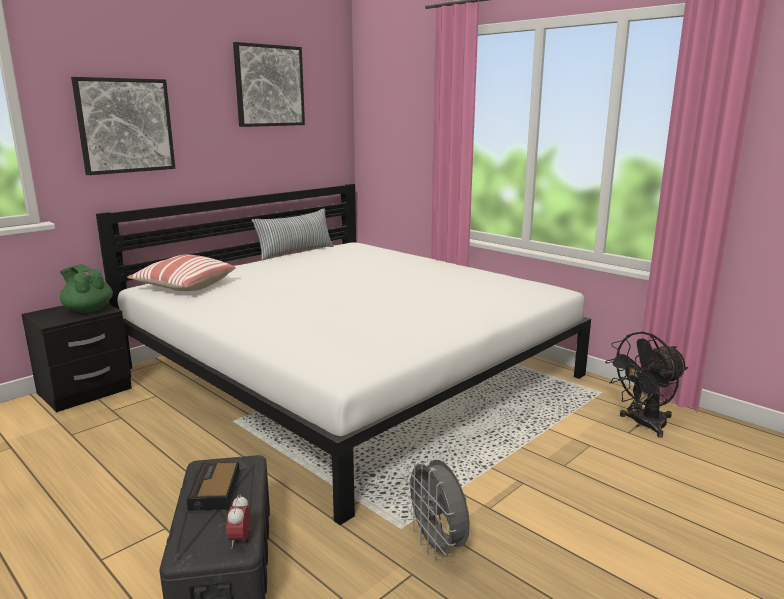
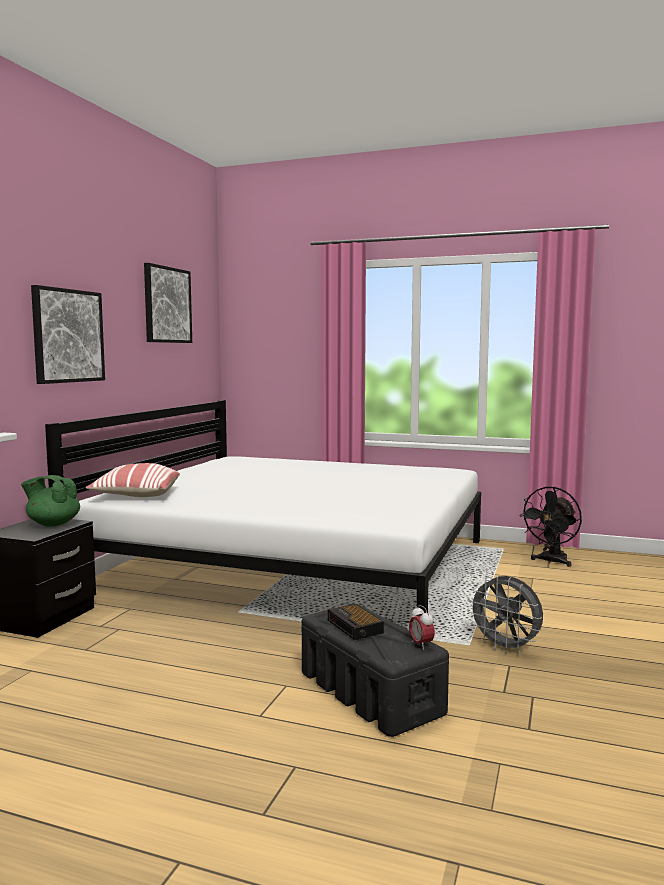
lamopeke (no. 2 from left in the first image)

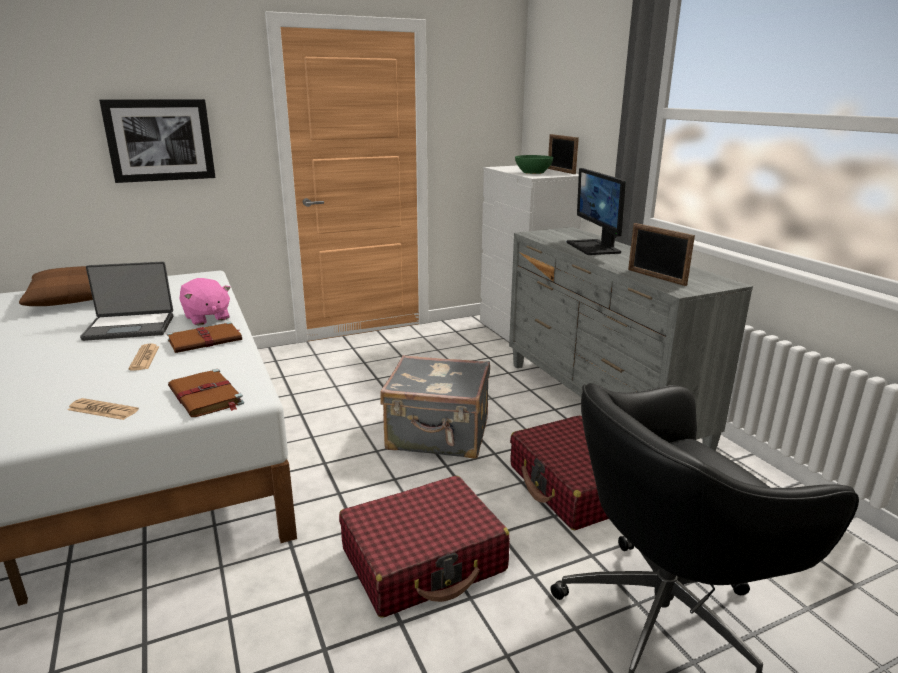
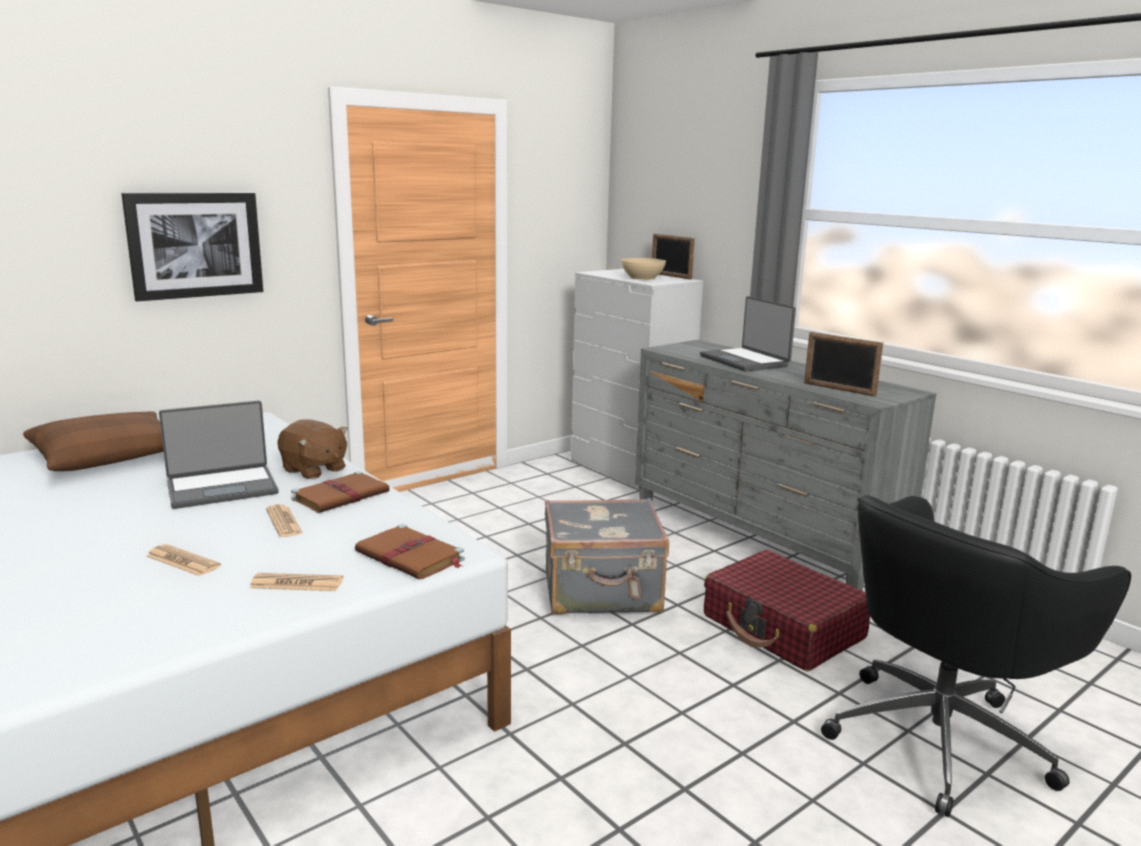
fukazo (no. 1 from left)
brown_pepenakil
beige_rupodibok
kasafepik (no. 2 from left)
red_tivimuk (no. 1 from left in the first image)

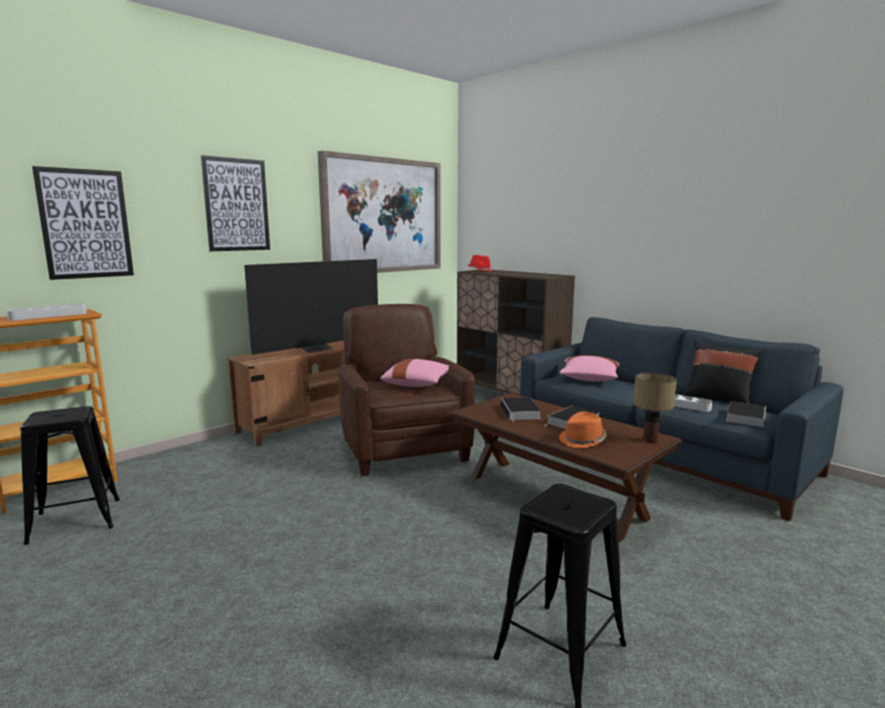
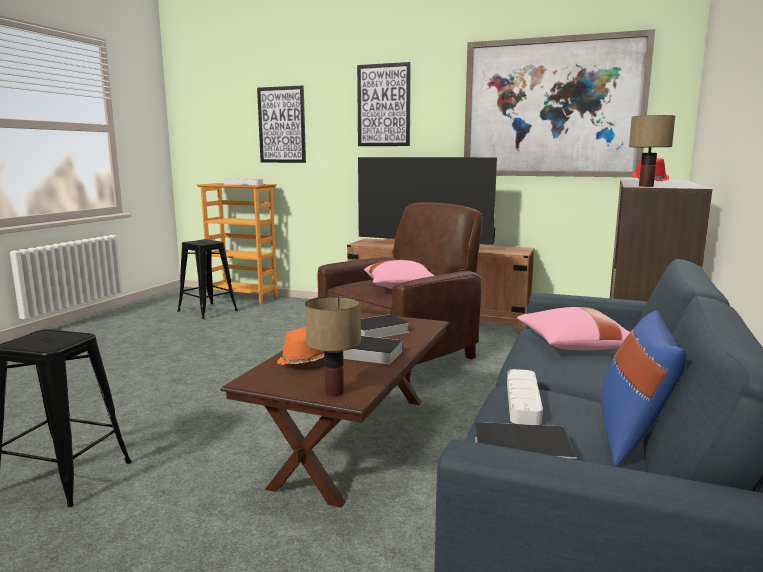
blue_lamopeke
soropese (no. 2 from left)

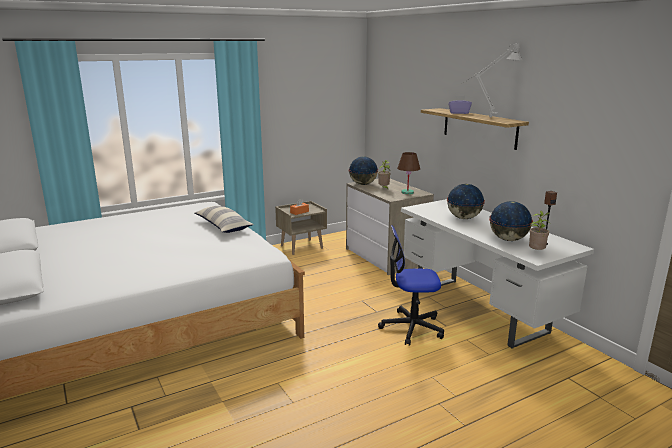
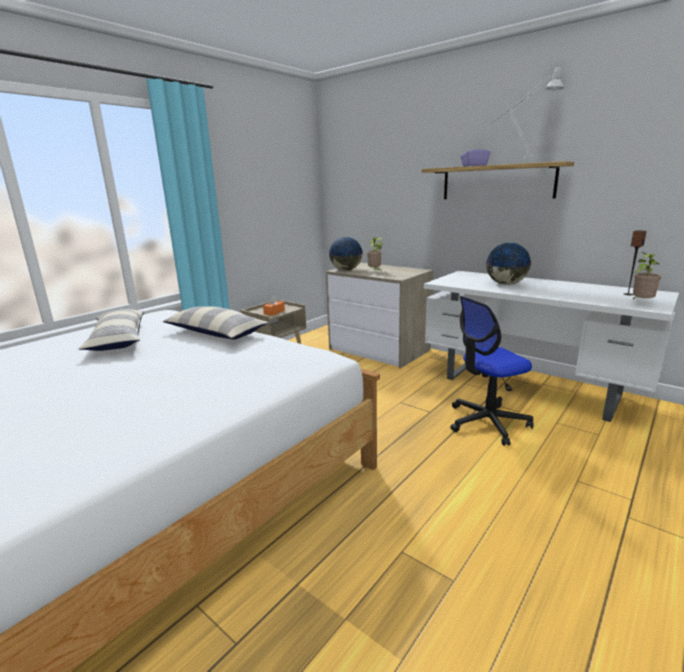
lamopeke (no. 1 from left)
brown_soropese
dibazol (no. 3 from left in the first image)

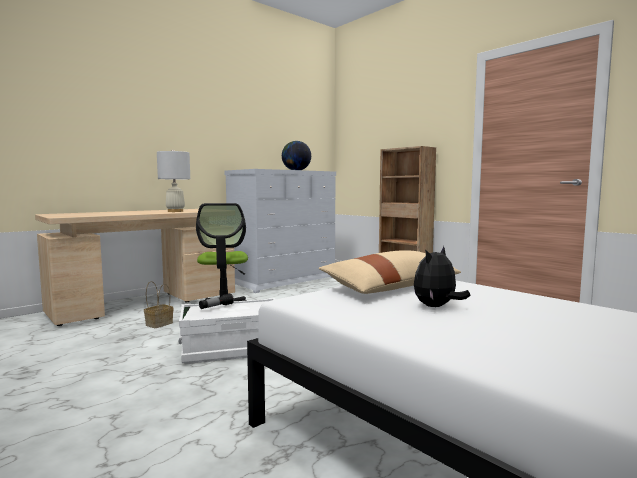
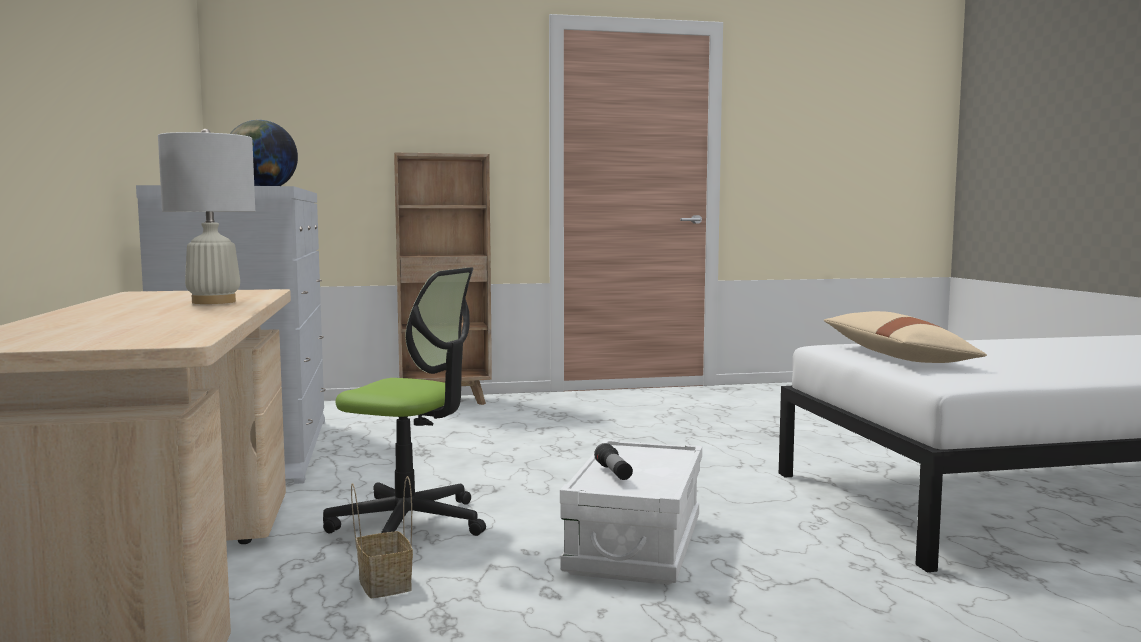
pepenakil

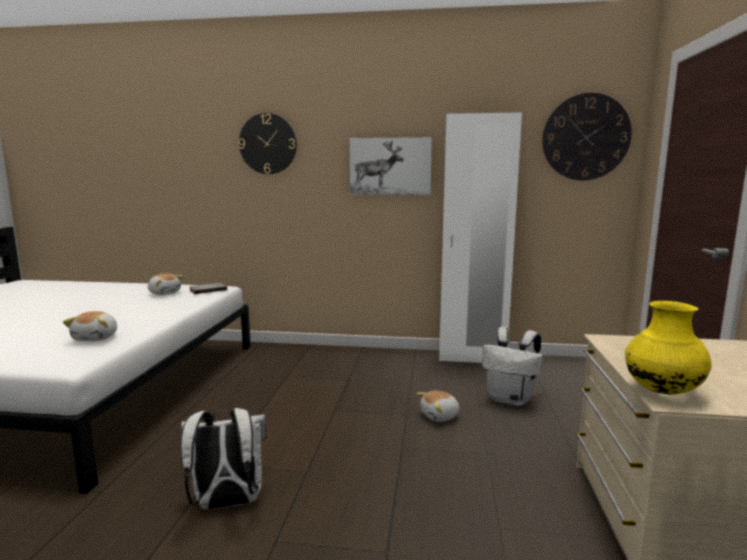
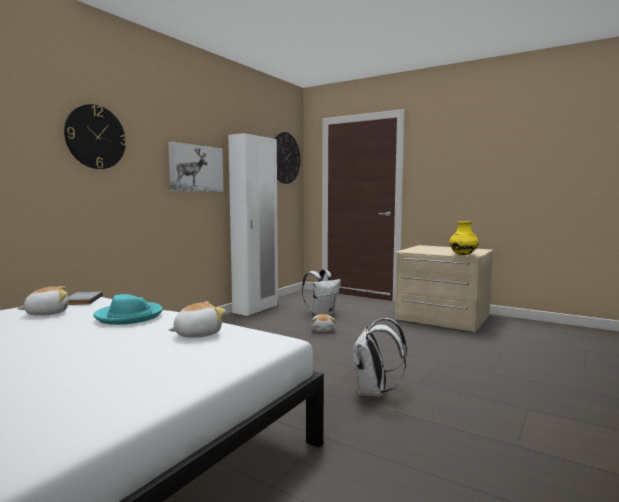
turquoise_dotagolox
pepenakil (no. 2 from left)

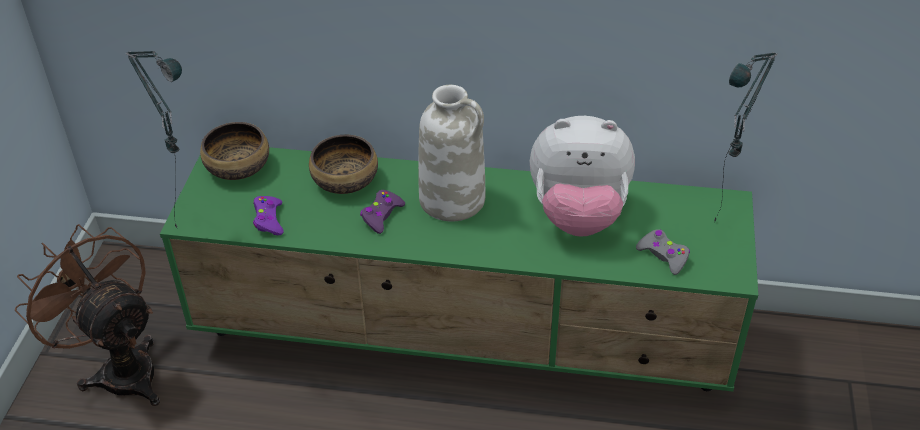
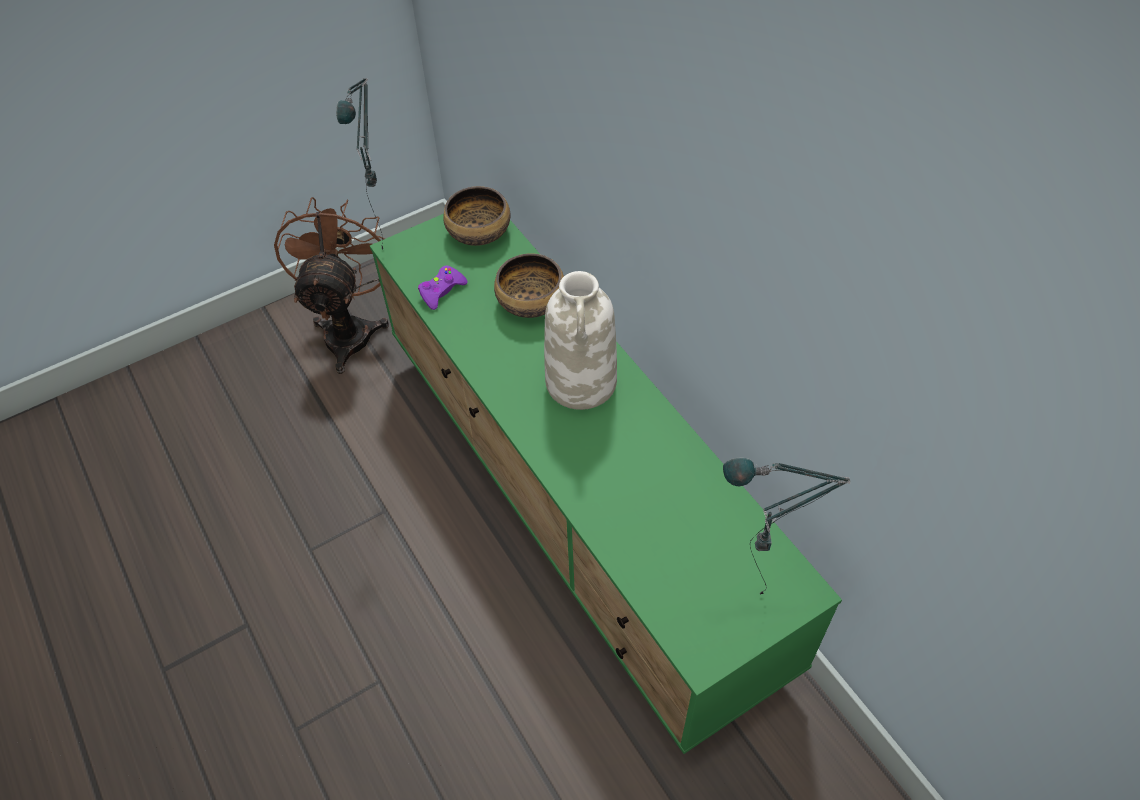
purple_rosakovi (no. 2 from left in the first image)
pepenakil
grey_rosakovi

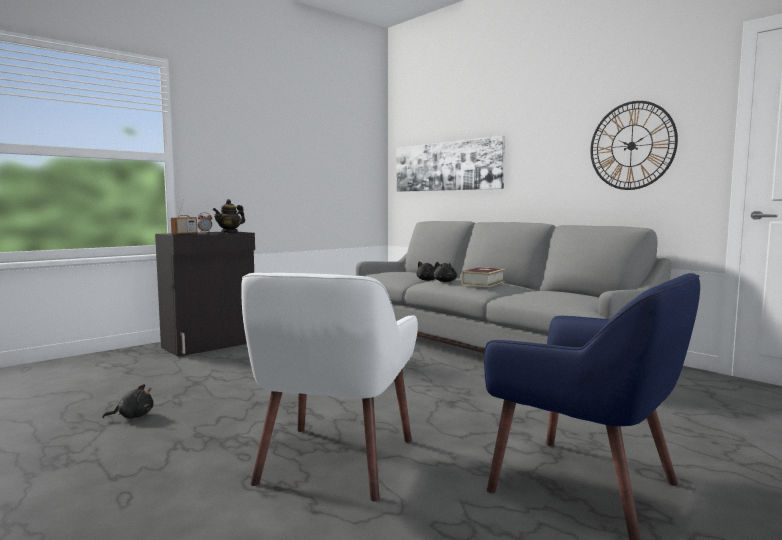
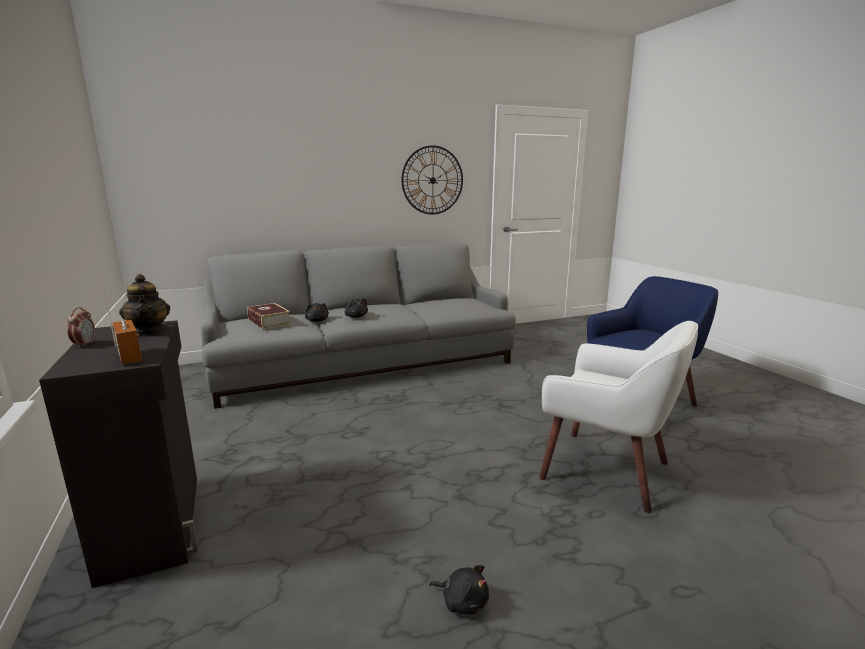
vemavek
black_pepenakil (no. 3 from left)
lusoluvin

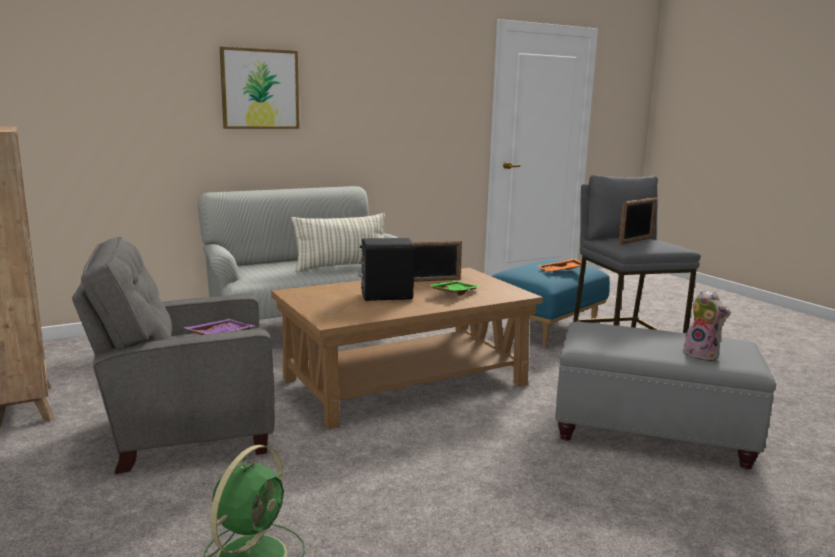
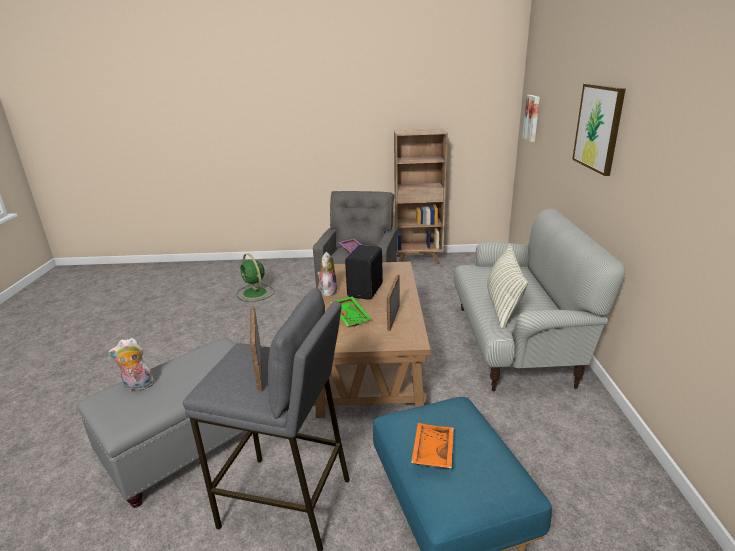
pepenakil (no. 2 from left)
lusoluvin (no. 1 from left)

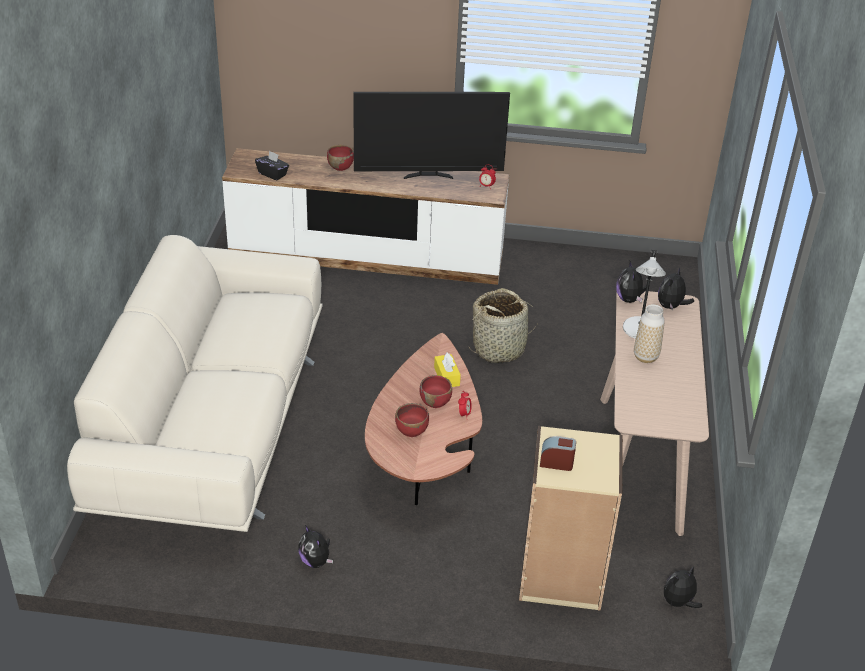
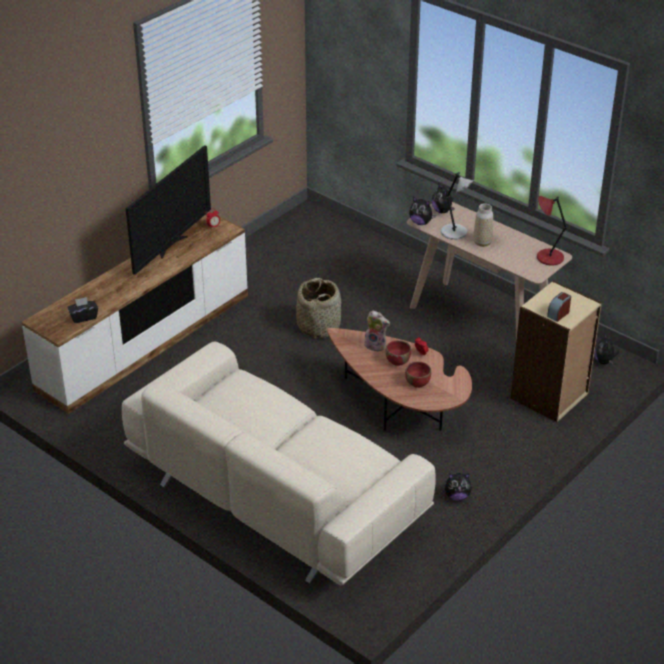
pepenakil (no. 1 from left)
red_soropese
red_rupodibok (no. 1 from left in the first image)

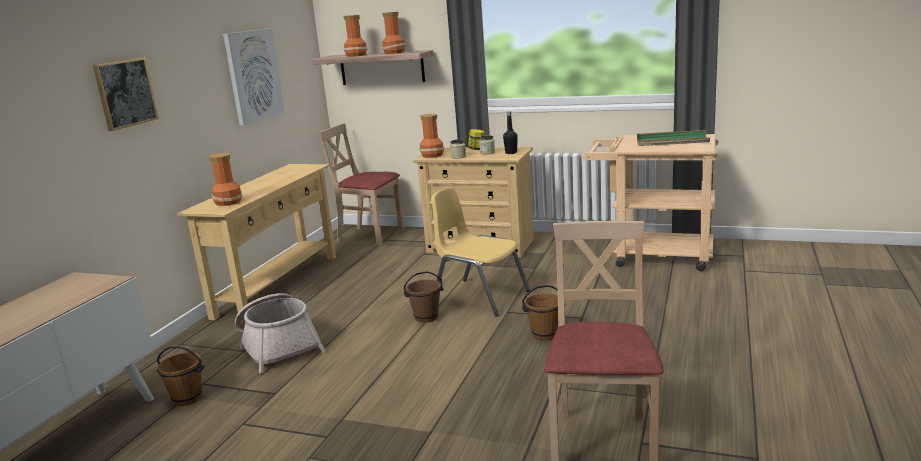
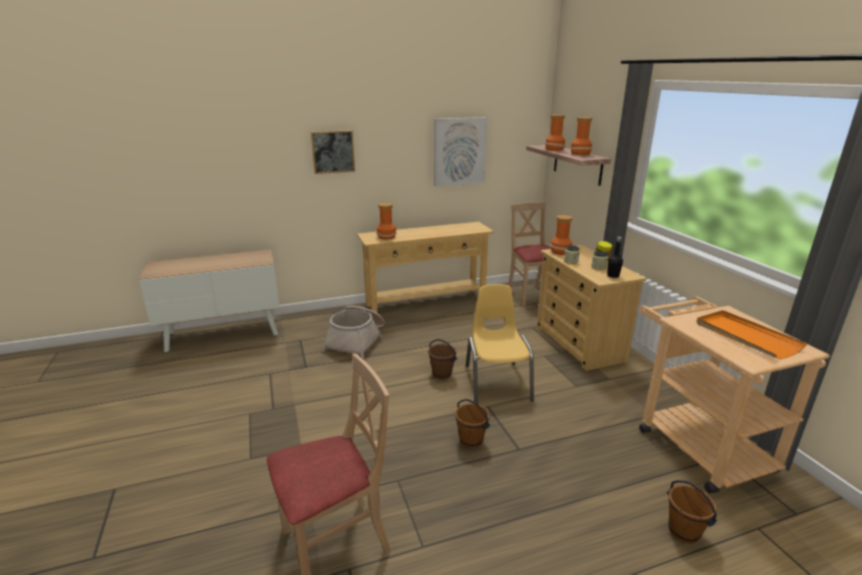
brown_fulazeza (no. 3 from left)
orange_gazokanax

